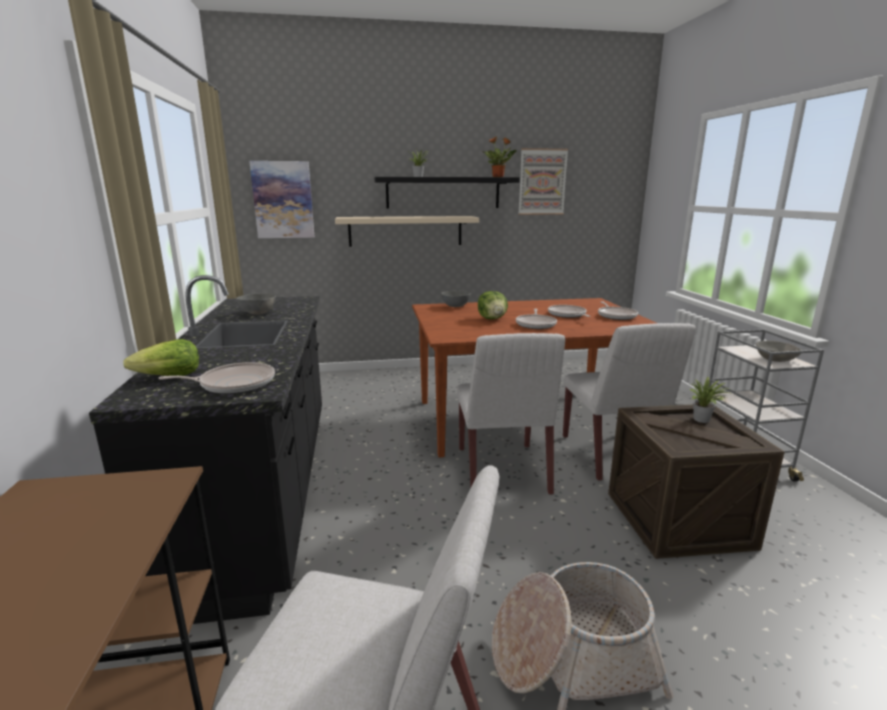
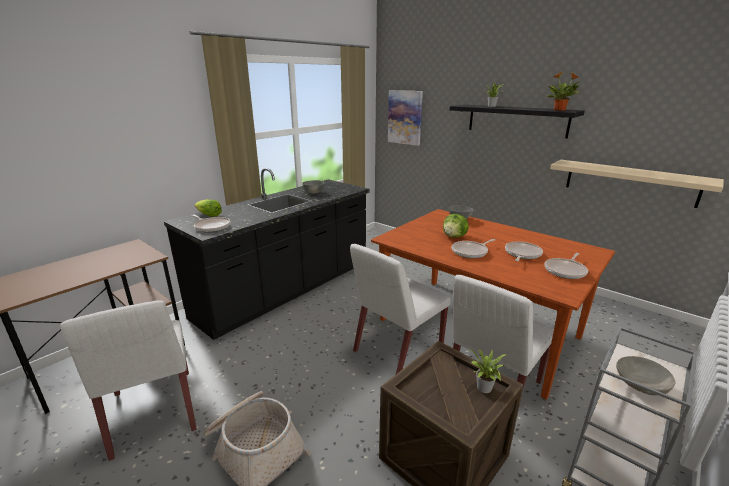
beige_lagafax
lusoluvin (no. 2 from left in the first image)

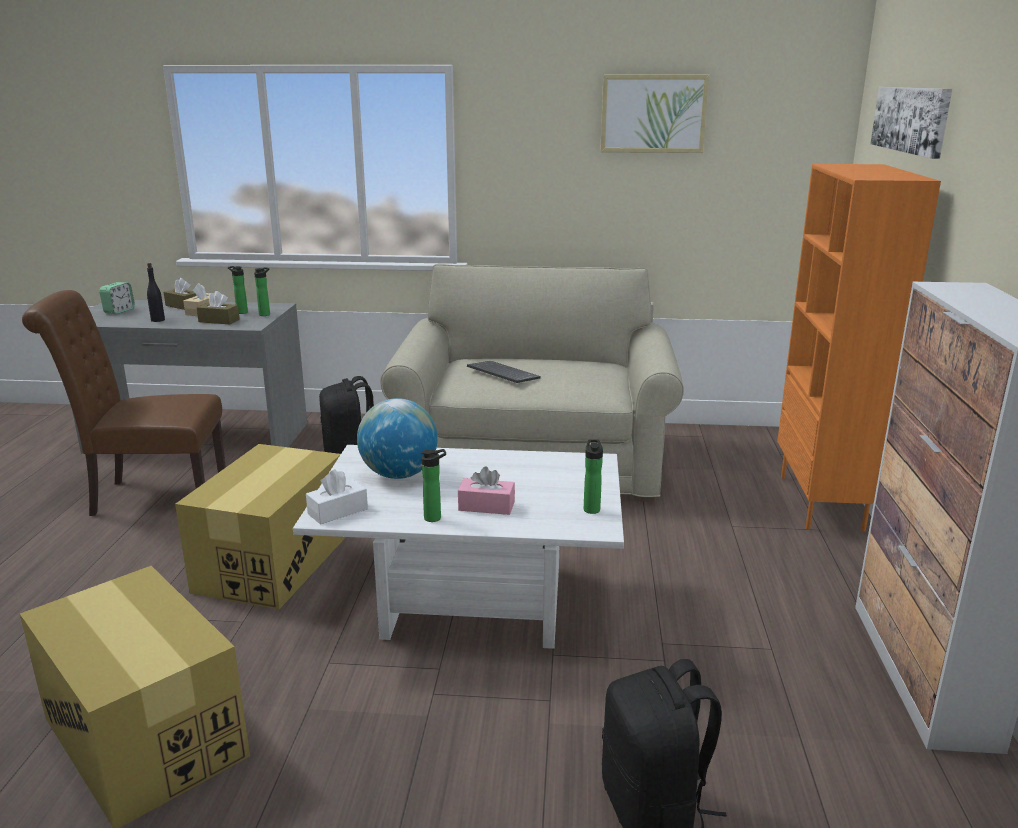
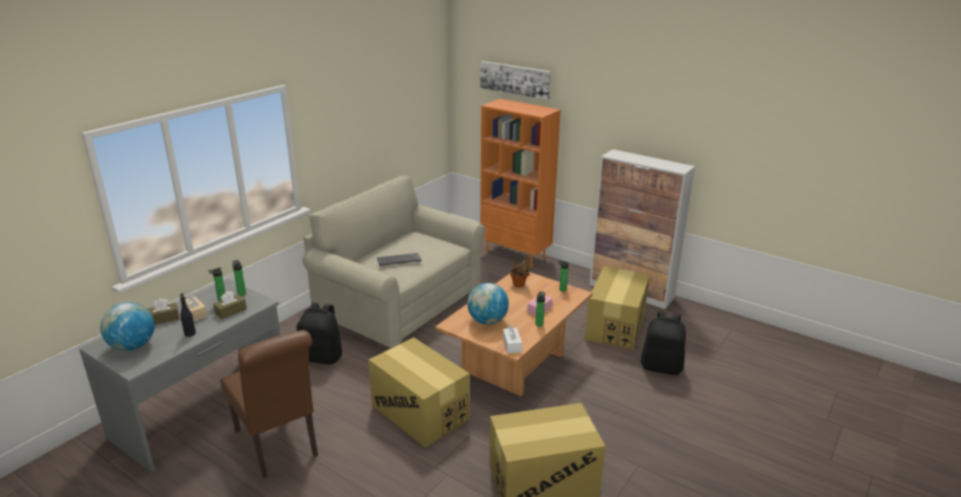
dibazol (no. 1 from left)
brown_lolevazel
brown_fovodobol
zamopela
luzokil (no. 3 from left)
lusoluvin (no. 1 from left in the first image)

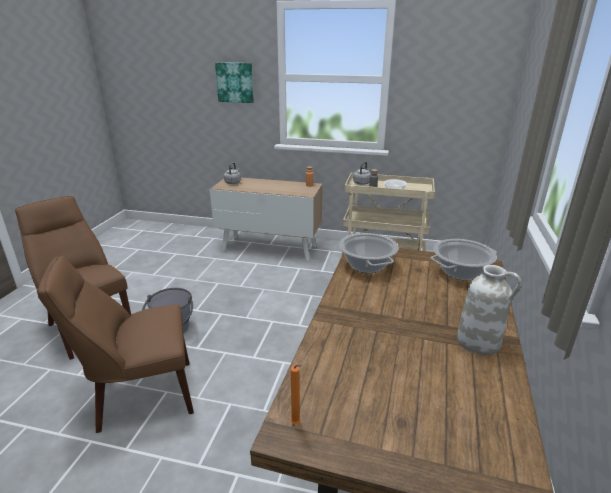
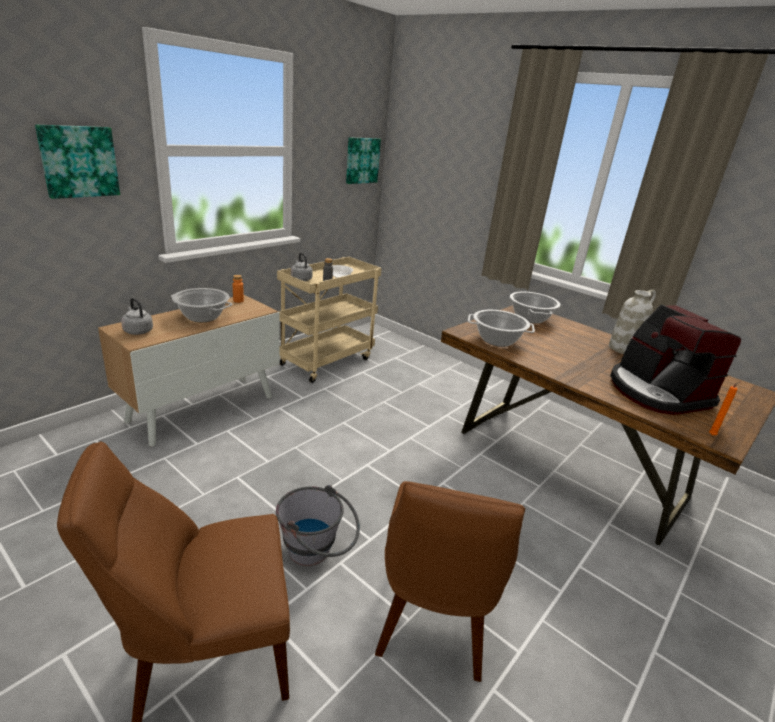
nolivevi (no. 1 from left)
lusoluvin (no. 2 from left)
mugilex

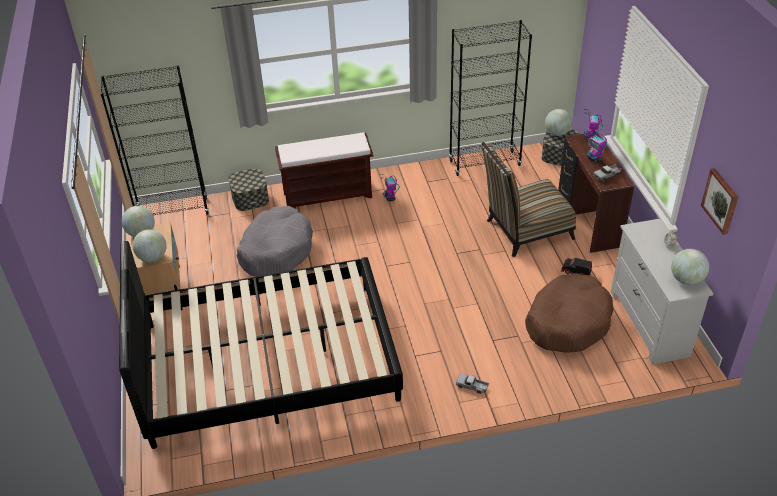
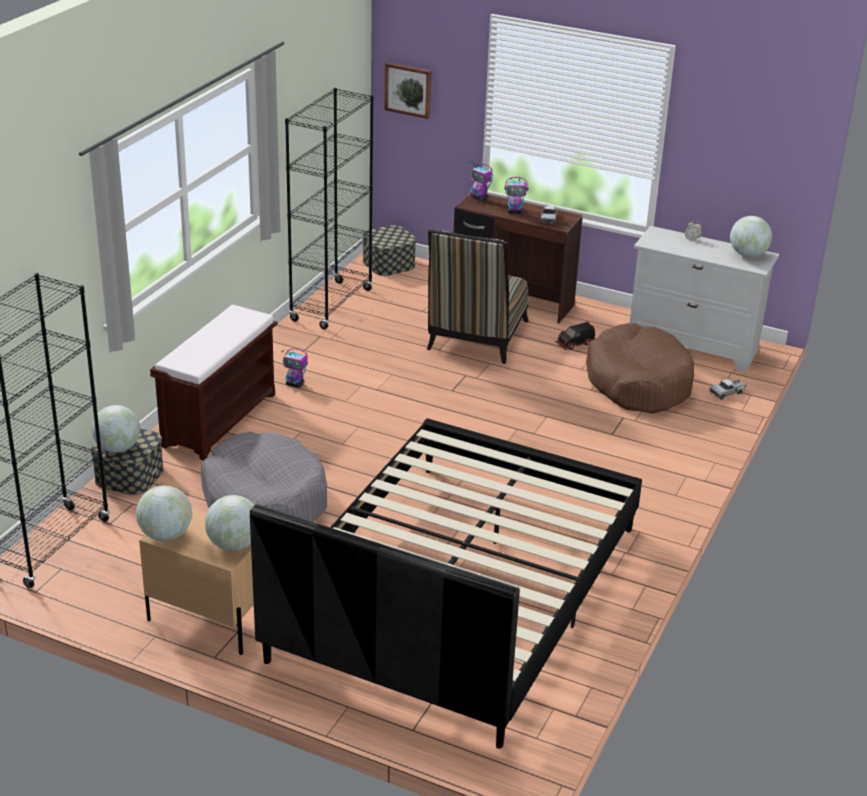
dibazol (no. 1 from left)
lusoluvin
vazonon (no. 3 from left)

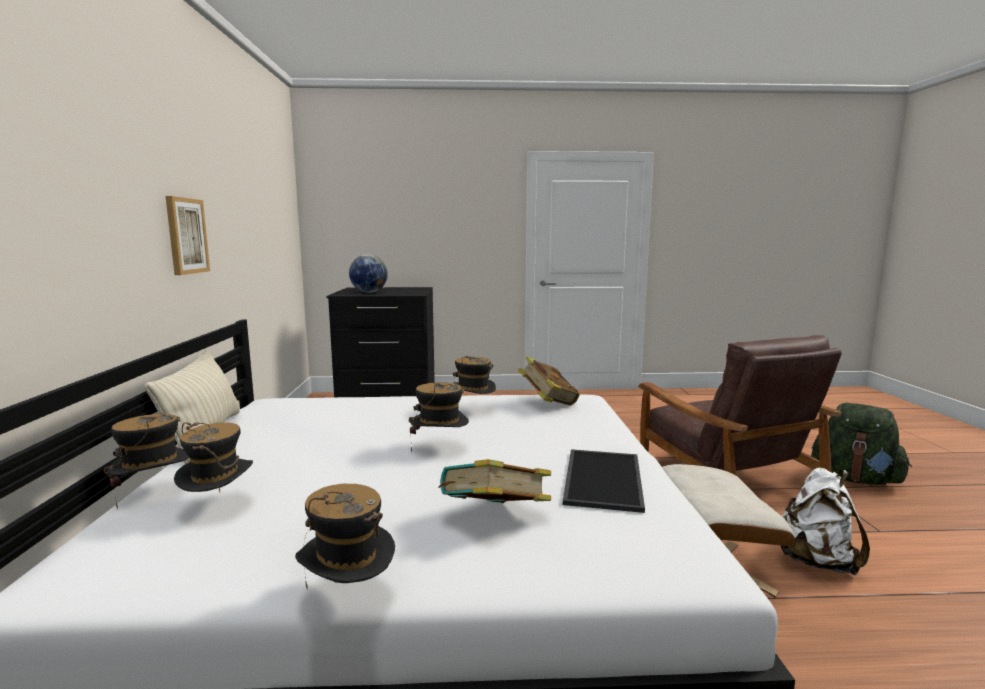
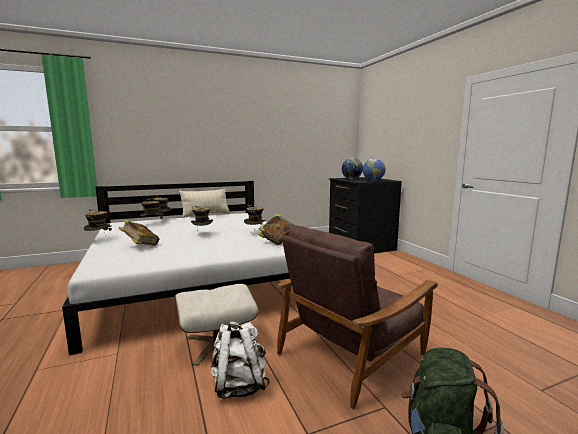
dibazol (no. 2 from left)
lusoluvin
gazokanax

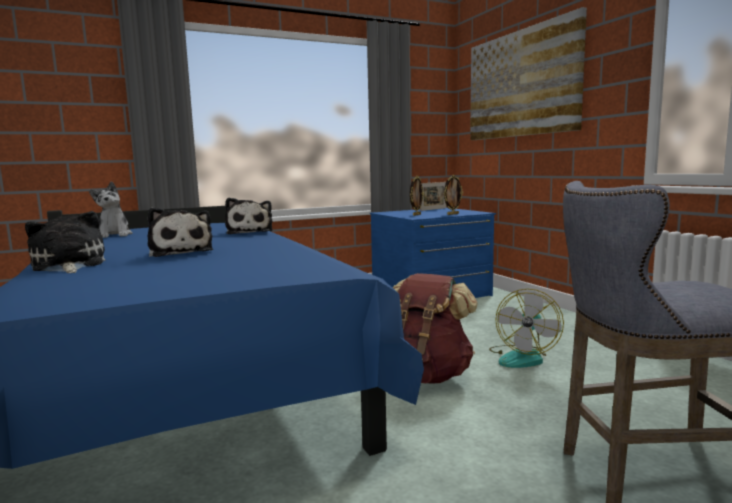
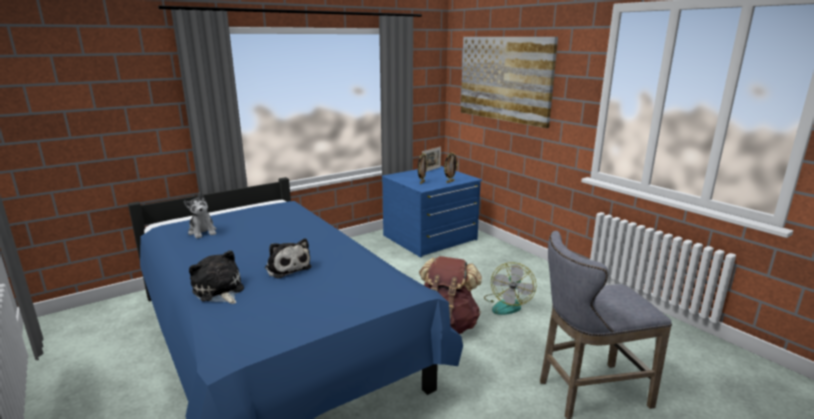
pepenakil (no. 4 from left in the first image)

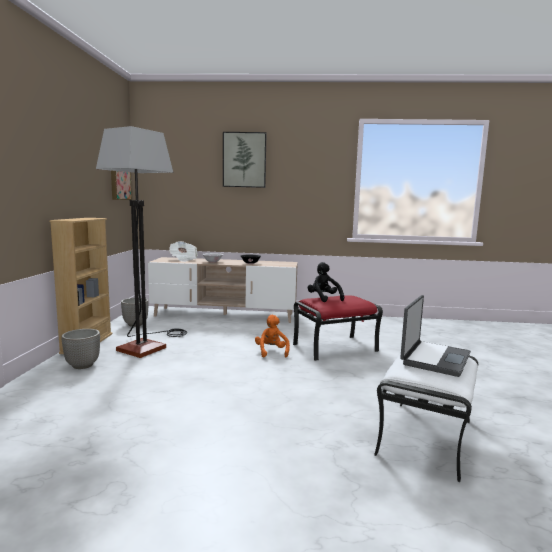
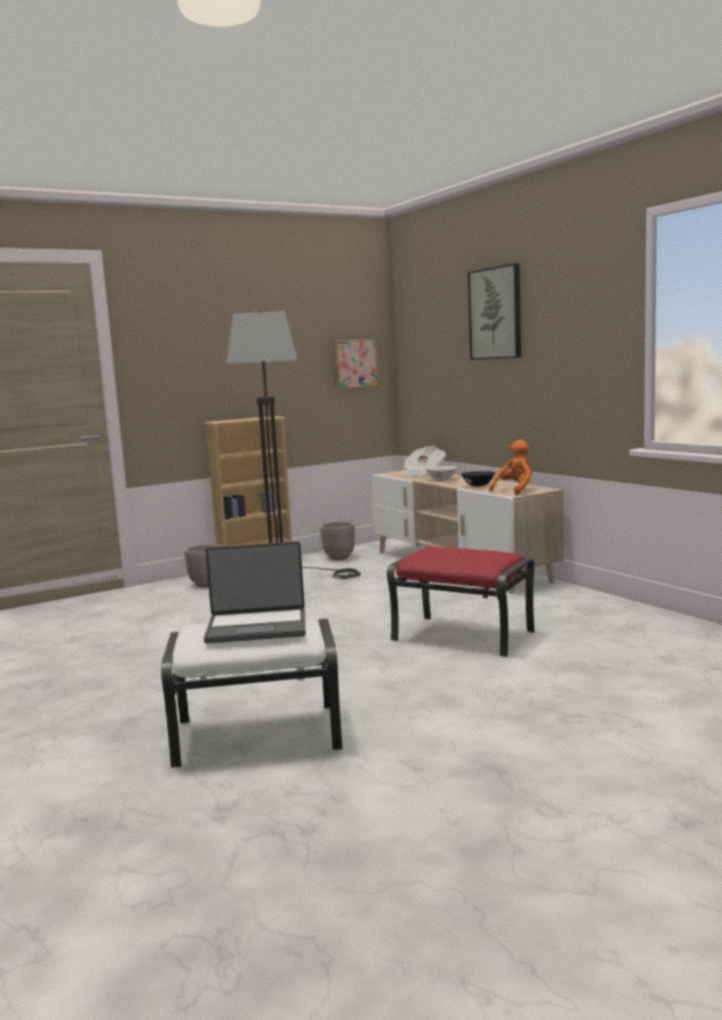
orange_pepenakil
black_pepenakil

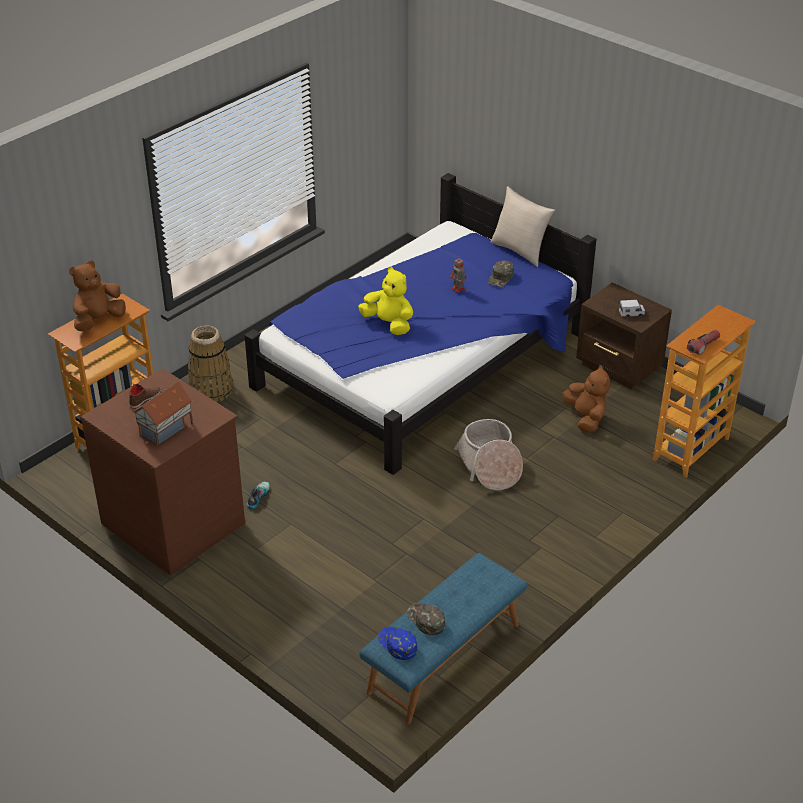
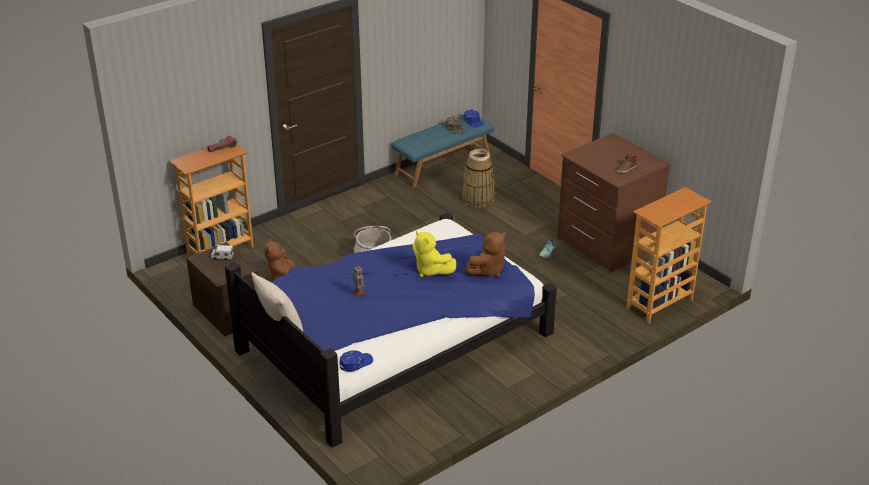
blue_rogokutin (no. 1 from left)
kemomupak (no. 2 from left)
brown_pepenakil (no. 2 from left)
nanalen
green_rogokutin (no. 2 from left in the first image)

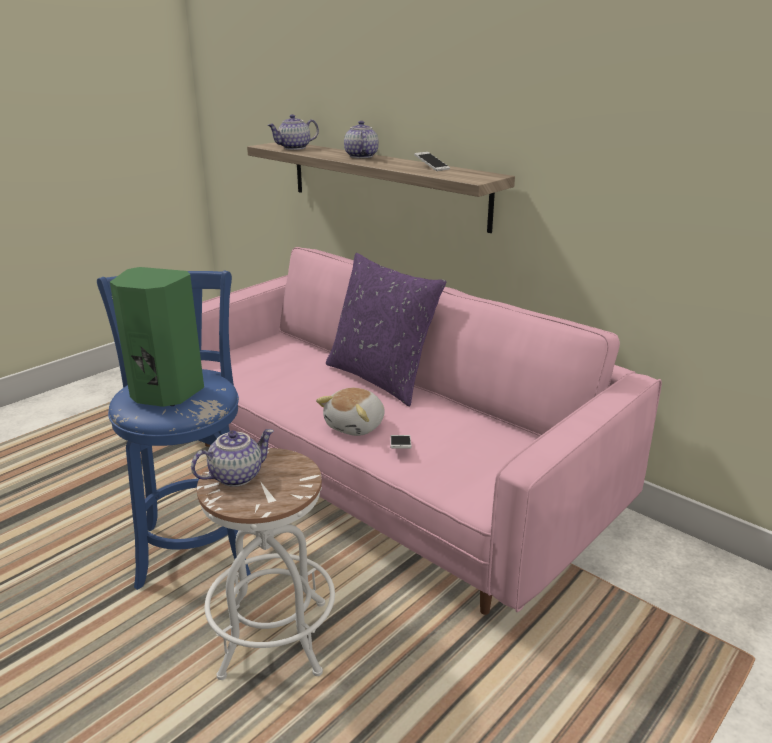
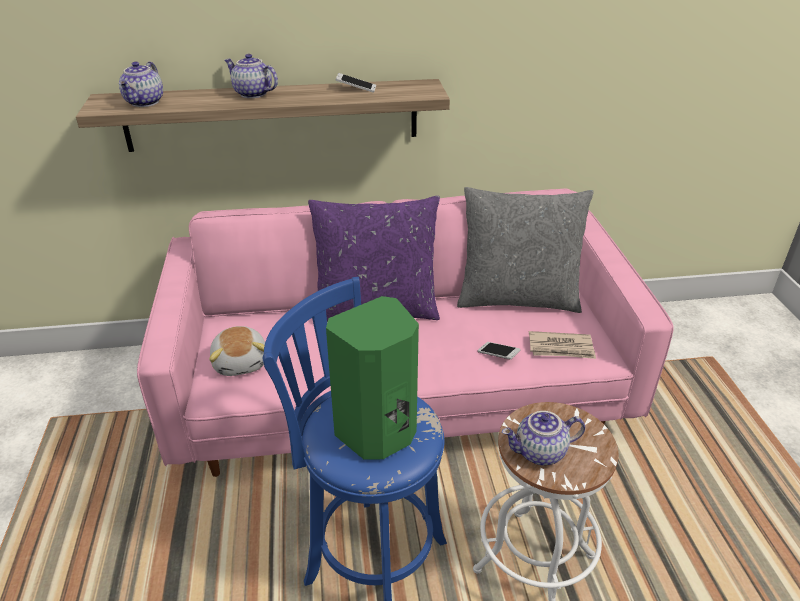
pepenakil
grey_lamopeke
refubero (no. 3 from left)
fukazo

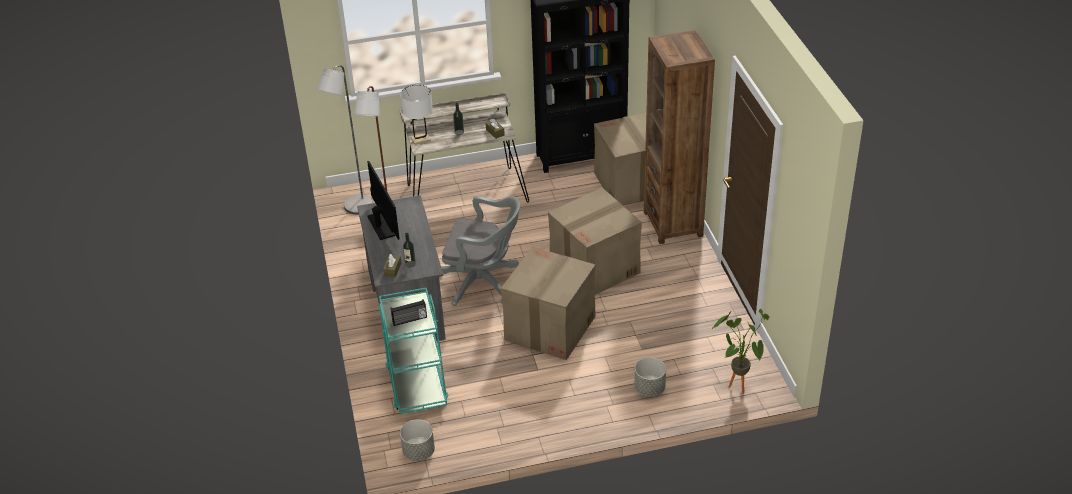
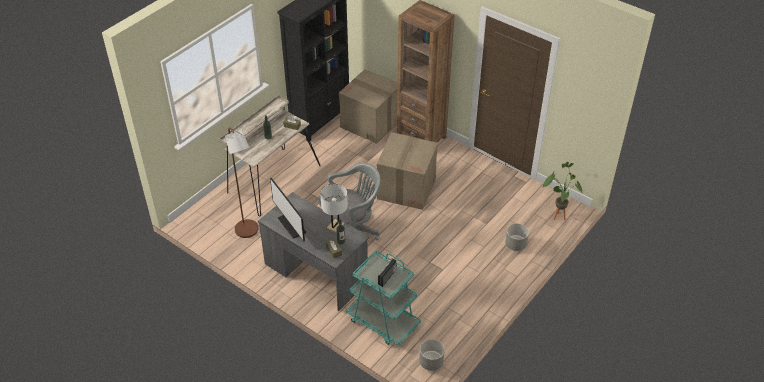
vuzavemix
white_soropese
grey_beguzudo
luzokil (no. 1 from left in the first image)

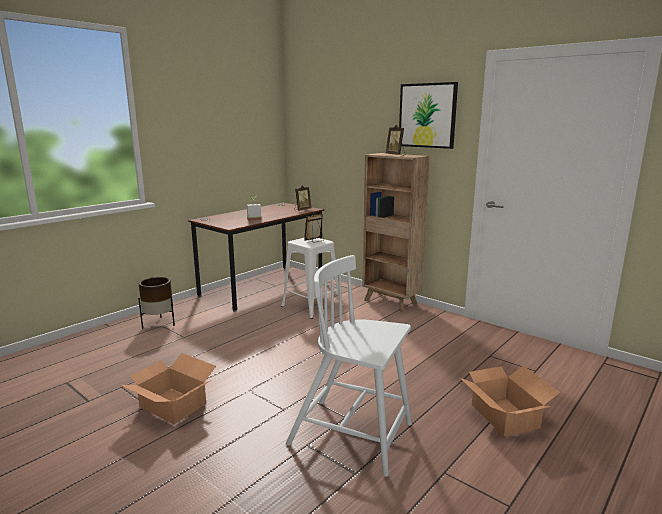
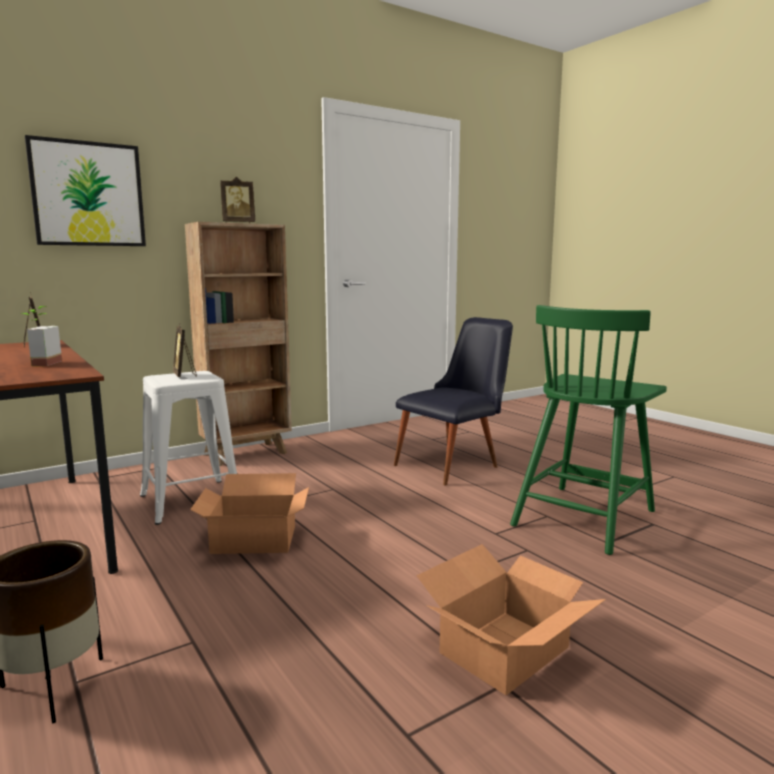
lusoluvin
luzokil (no. 1 from left)
black_lolevazel
green_lolevazel

